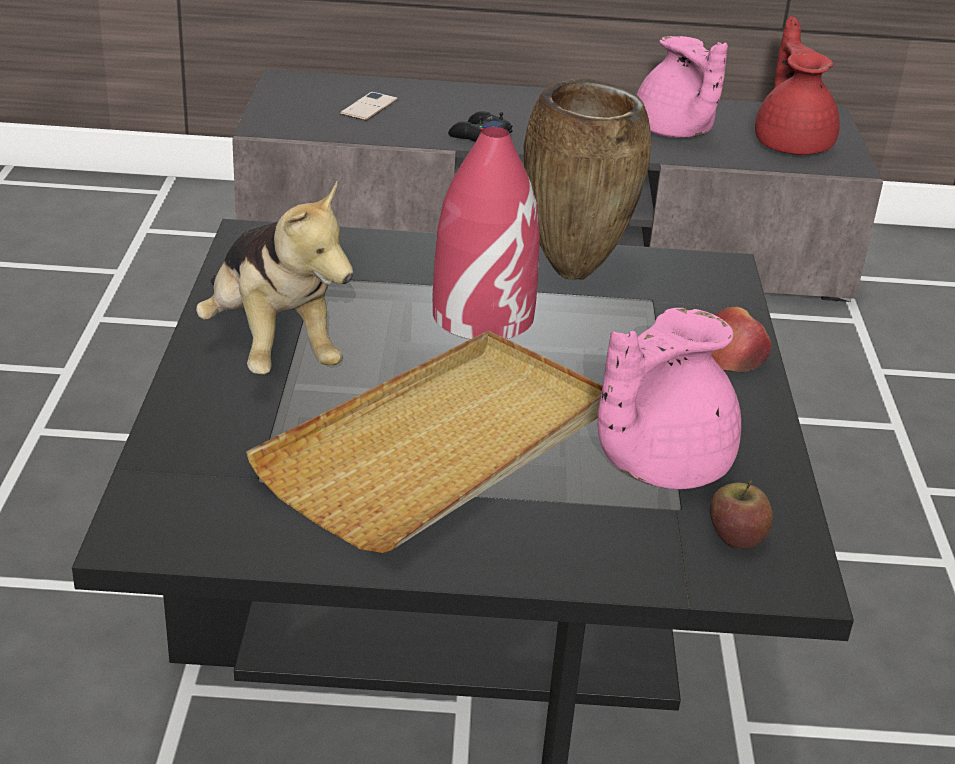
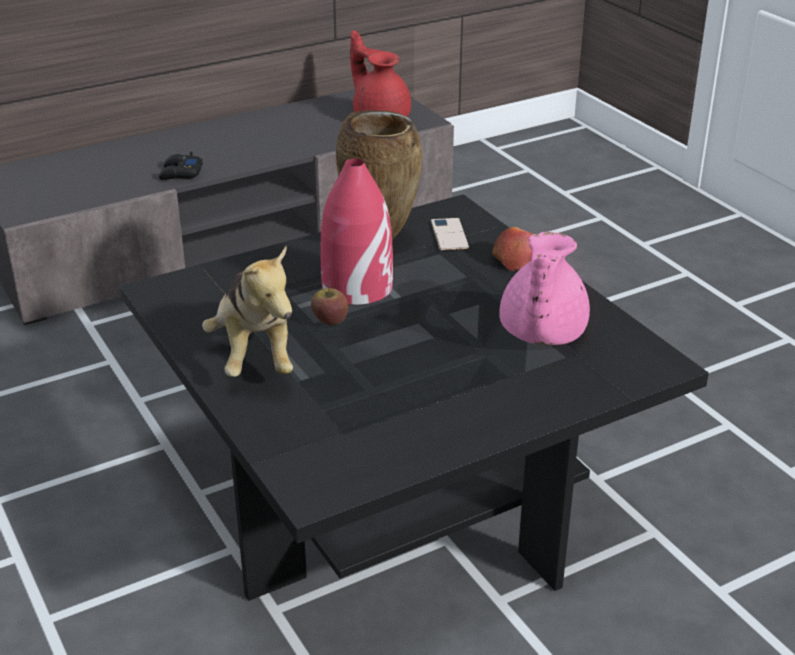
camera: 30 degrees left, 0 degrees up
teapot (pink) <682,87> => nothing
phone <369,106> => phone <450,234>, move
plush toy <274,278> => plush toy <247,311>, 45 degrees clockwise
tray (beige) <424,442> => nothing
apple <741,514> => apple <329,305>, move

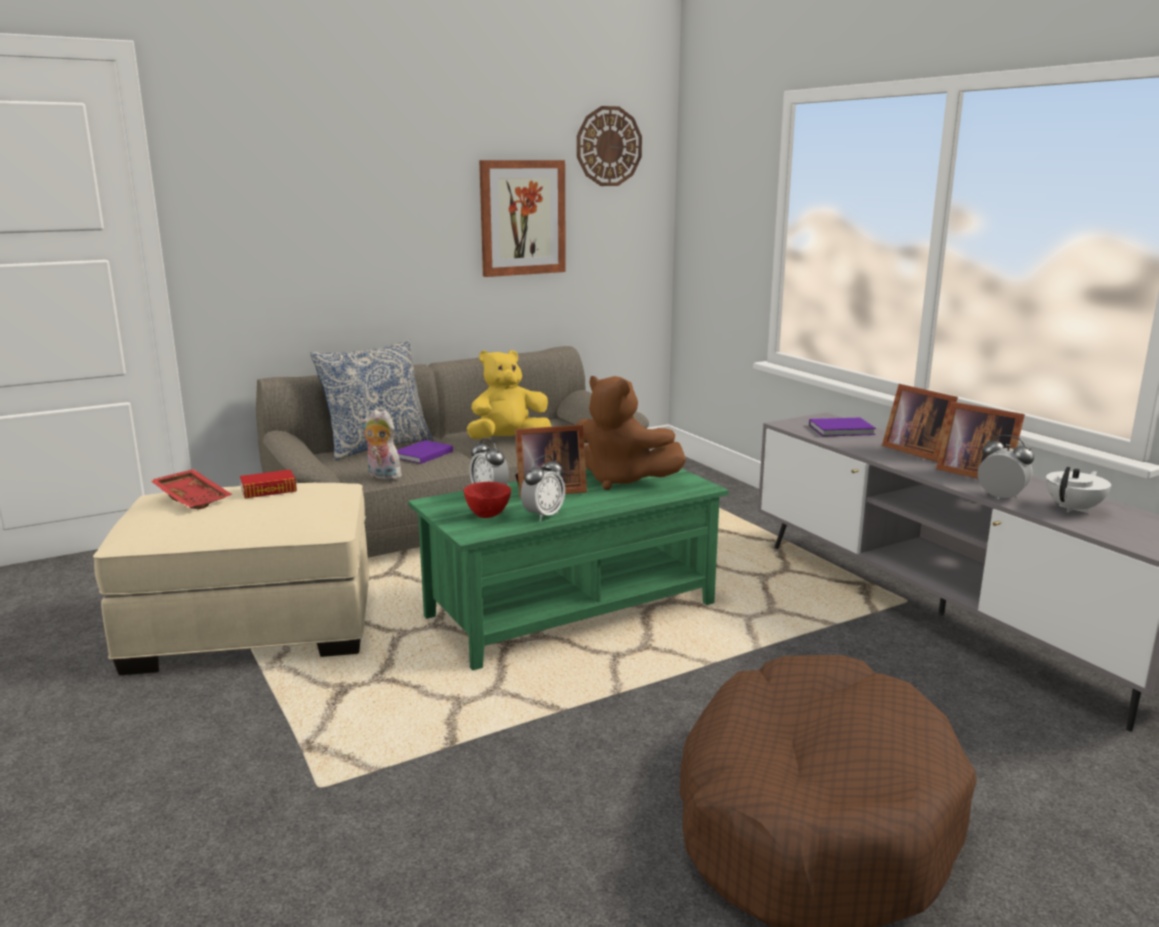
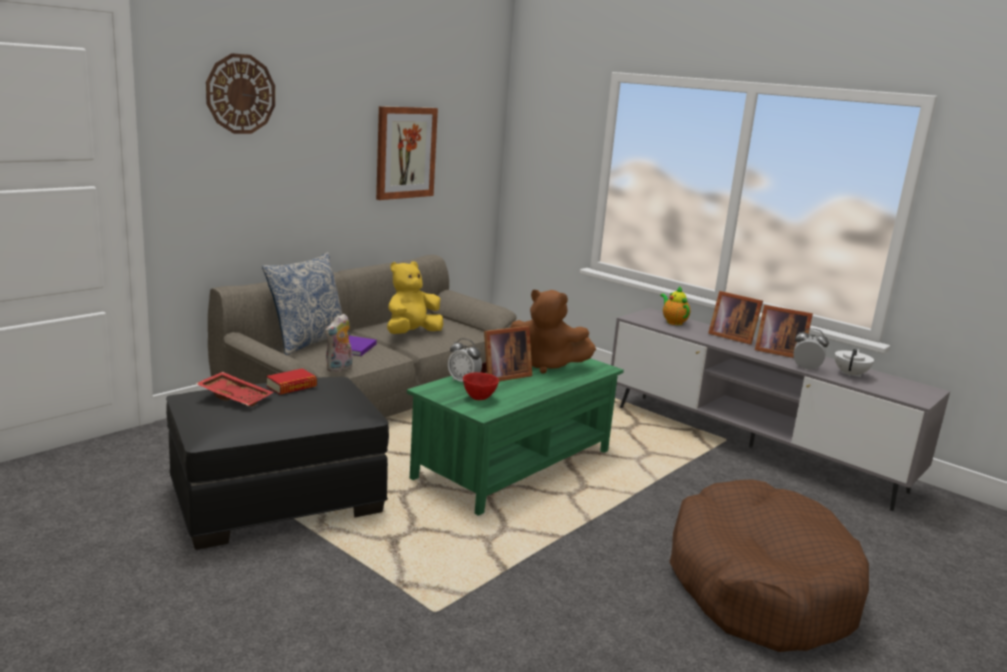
camera: 20 degrees left, 0 degrees up
wall clock <609,146> => wall clock <240,93>, move
plush toy <381,445> => plush toy <338,342>, 60 degrees counterclockwise
book (purple) <842,427> => teapot <675,306>
alarm clock <543,488> => nothing
ottoman (beige) <231,579> => ottoman (black) <277,463>

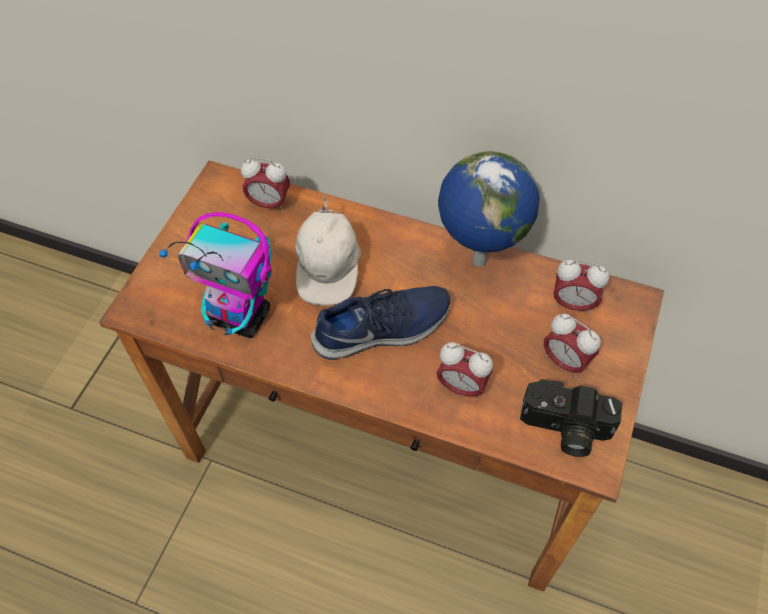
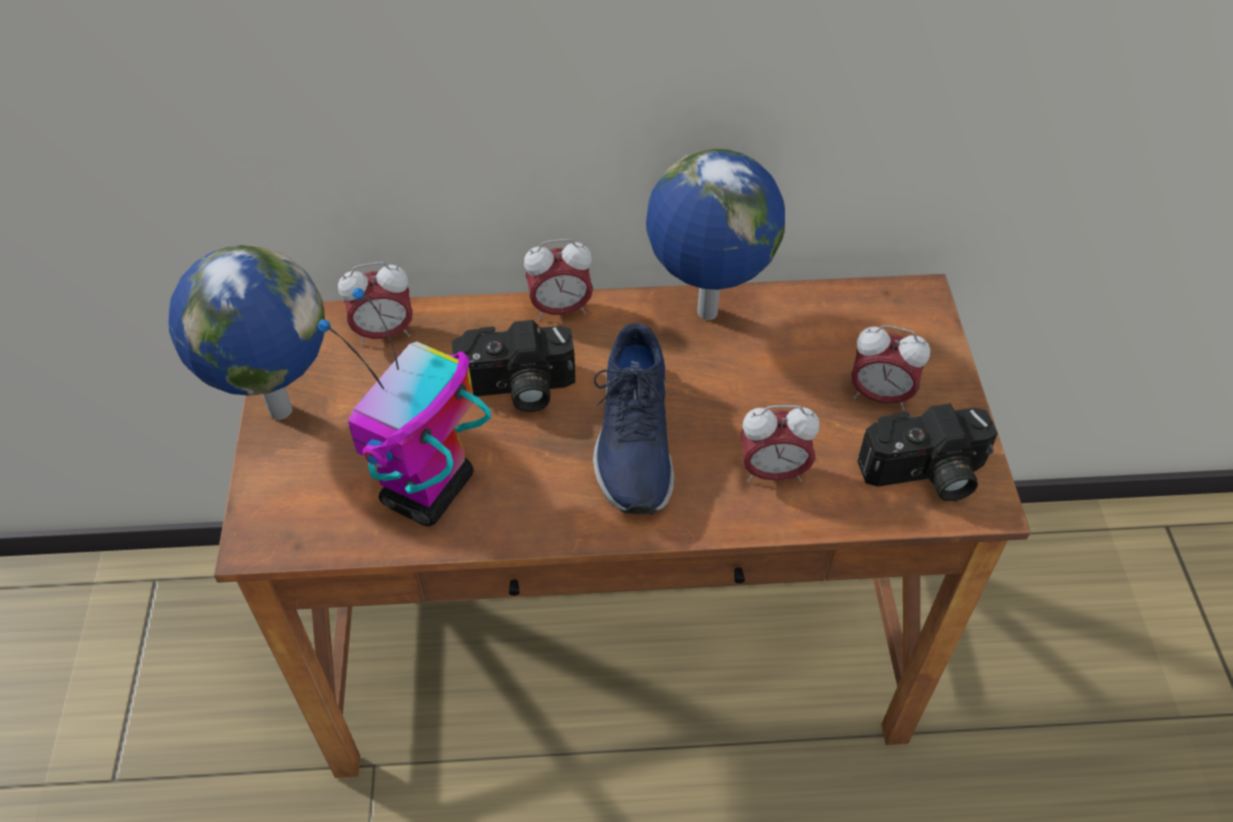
camera: 25 degrees left, 5 degrees down
cap (white) <328,251> => photo camera <514,366>
toy robot <215,275> => toy robot <404,407>, 120 degrees clockwise
alarm clock <581,287> => alarm clock <558,279>, move
shoe (blue) <380,323> => shoe (blue) <633,419>, 135 degrees clockwise
nothing => globe <247,332>

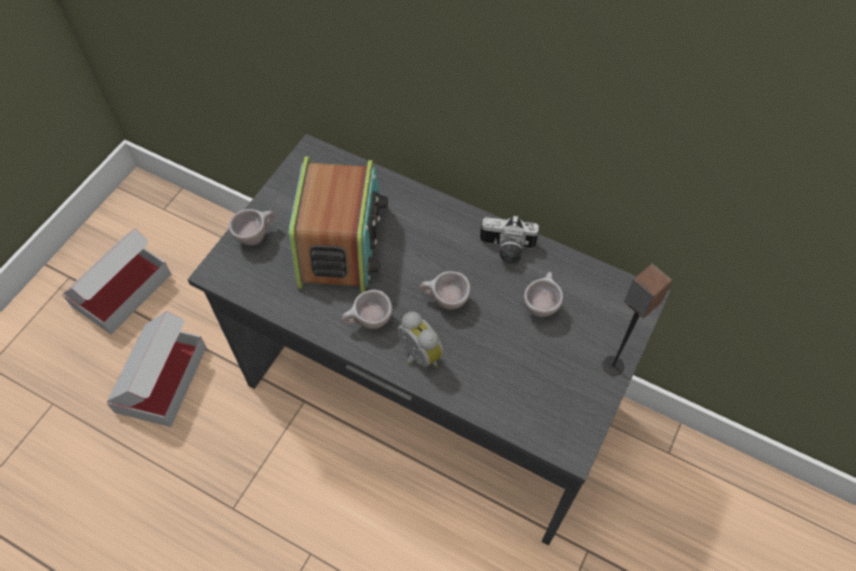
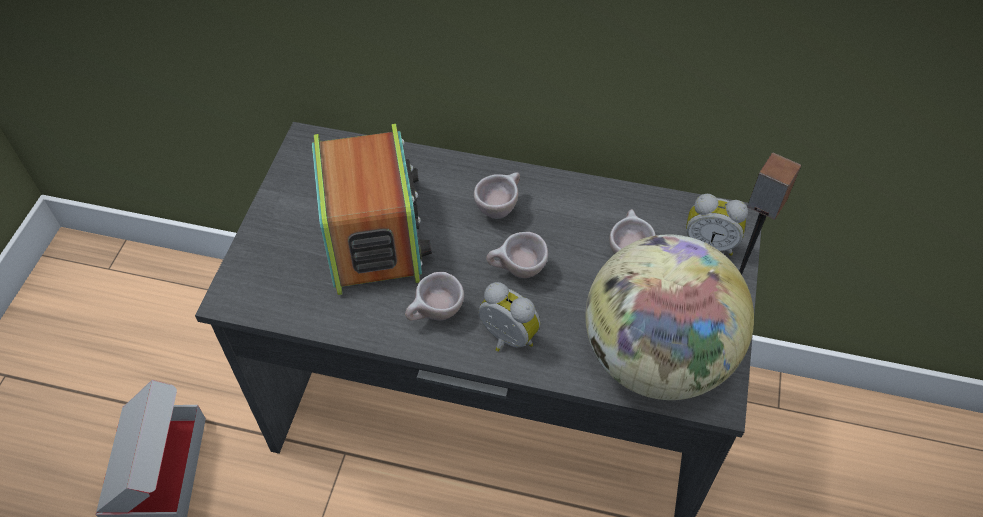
camera: 15 degrees left, 5 degrees down
cup (beige) <251,227> => cup (beige) <497,195>, move
photo camera <509,239> => nothing
cardboard box <116,281> => nothing
nothing => alarm clock <717,225>
nothing => globe <669,317>

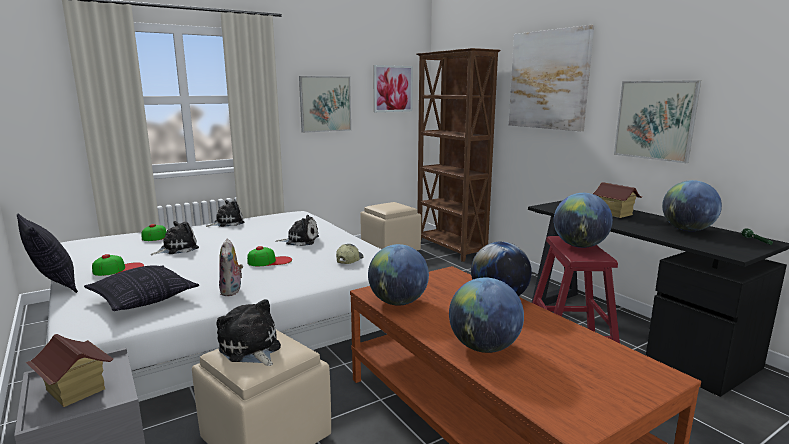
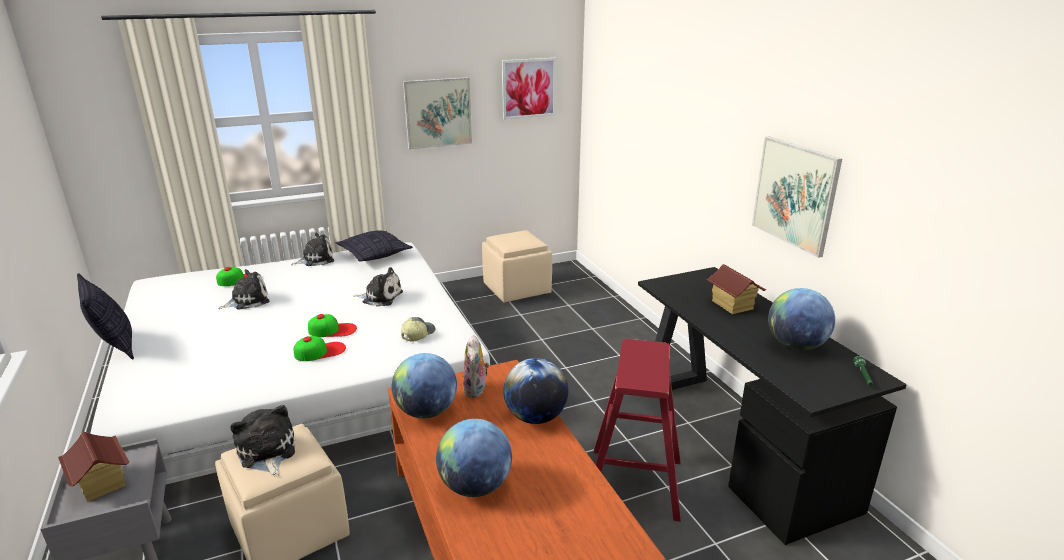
camera: 10 degrees right, 10 degrees up
picture <551,78> => nothing
bookcase (brown) <458,155> => nothing
globe <583,220> => nothing
plush toy <231,267> => plush toy <476,366>, move
cap <118,265> => cap <320,348>, move
pillow <141,288> => pillow <374,246>, move

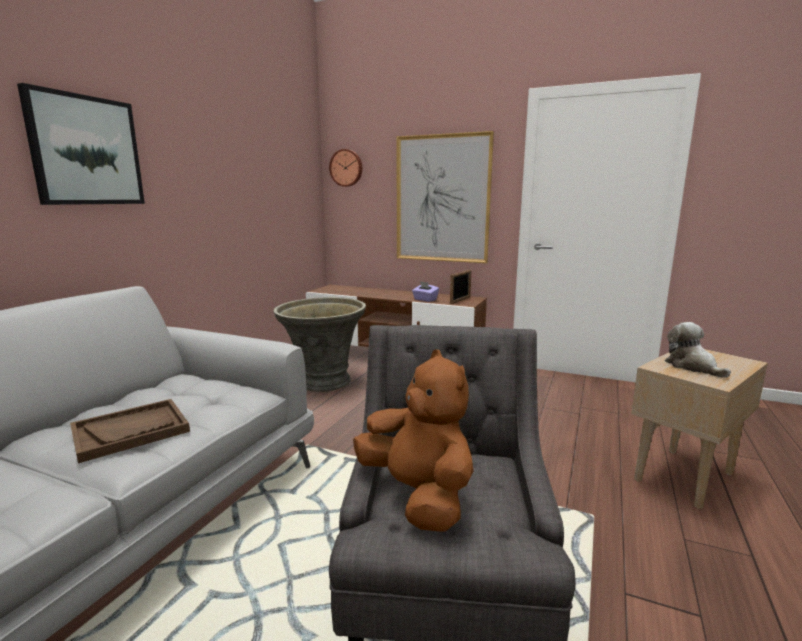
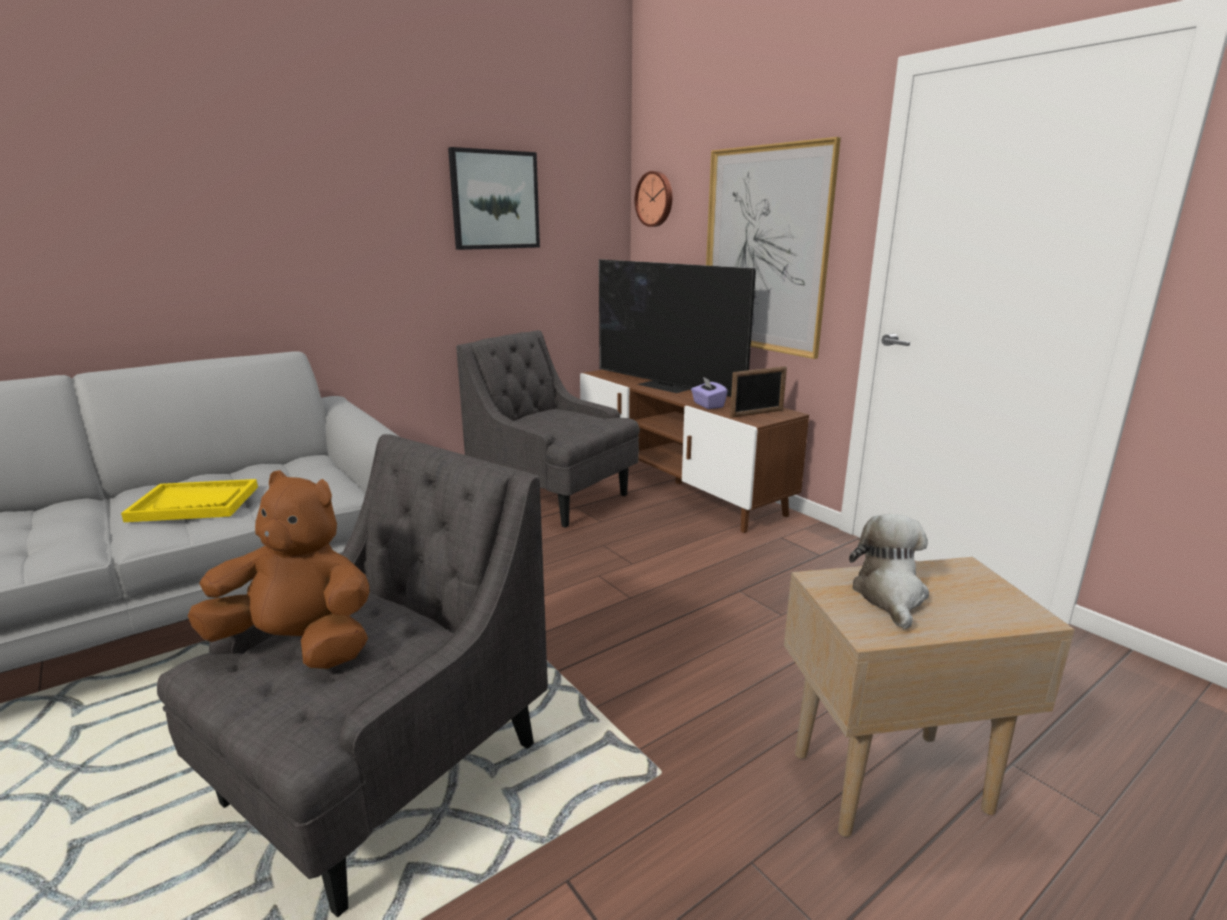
camera: 30 degrees right, 5 degrees up
picture <81,144> => picture <494,198>, move
planter (grey) <320,344> => armchair (grey) <548,429>
plush toy (brown) <413,441> => plush toy (brown) <278,569>, 75 degrees counterclockwise
tray (brown) <130,431> => tray (yellow) <189,500>
nothing => television <677,328>

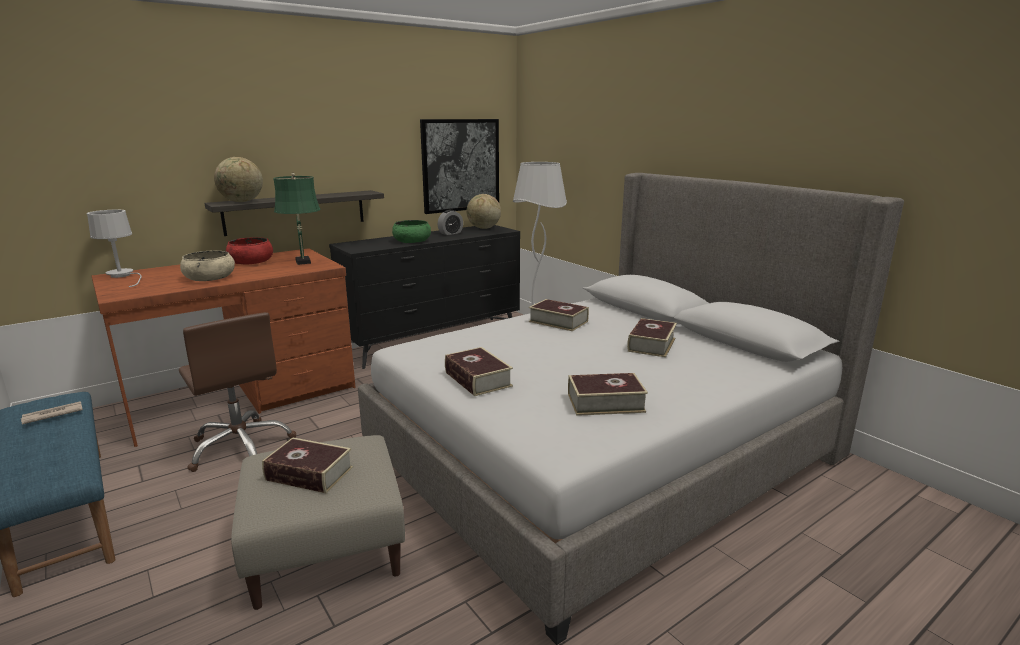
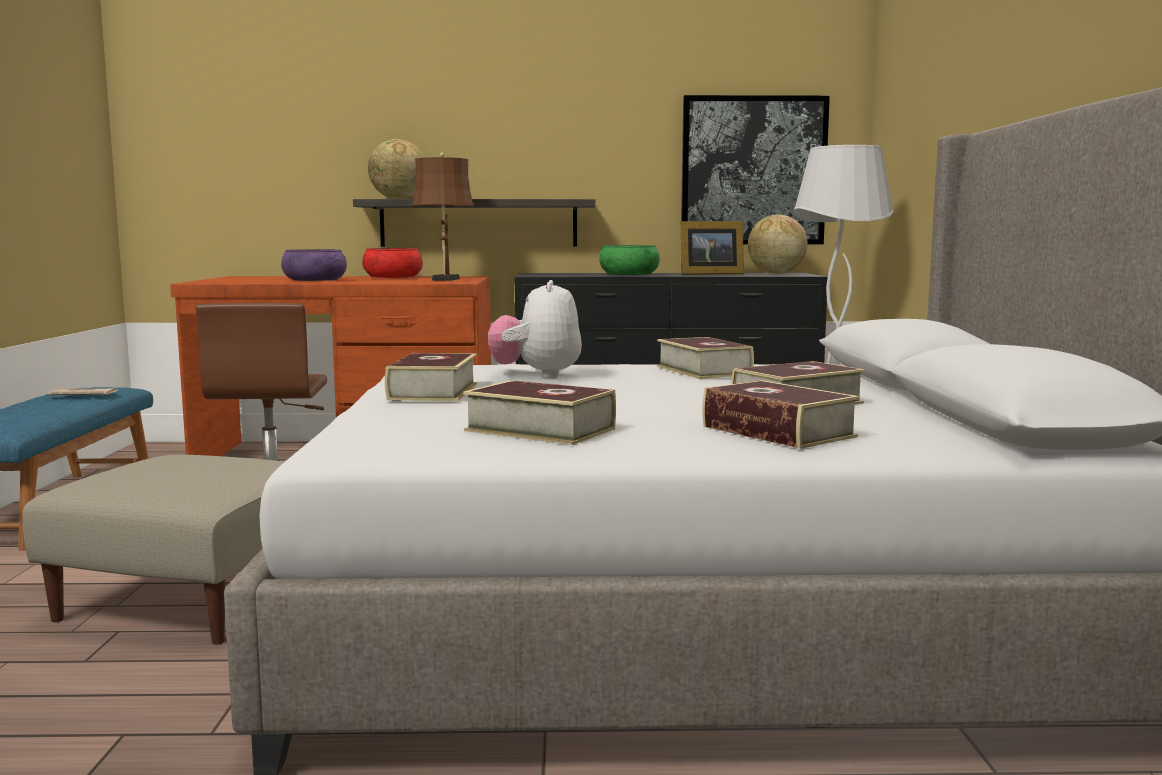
camera: 35 degrees right, 10 degrees down
table lamp (green) <296,219> => table lamp (brown) <443,217>
table lamp (white) <114,248> => nothing
alarm clock <450,222> => picture frame <712,248>
bowl (beige) <207,265> => bowl (purple) <314,265>
book <307,465> => book <781,414>, move
nothing => plush toy <535,329>

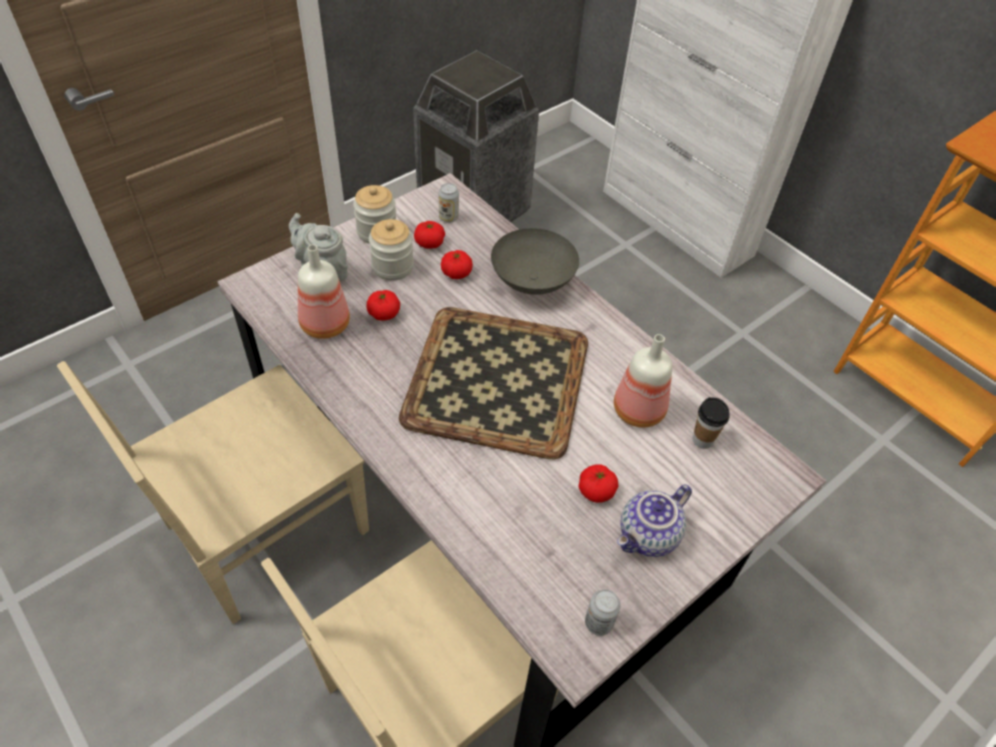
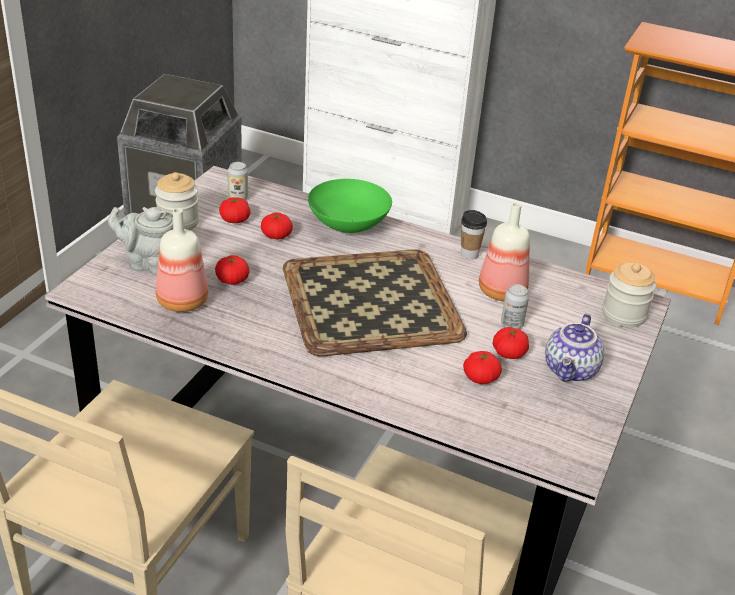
camera: 25 degrees left, 15 degrees down
jar <391,250> => jar <629,295>, move
bowl (grey) <535,261> => bowl (green) <350,206>
cup <711,423> => cup <474,235>, move
can <602,612> => can <515,306>, move
nothing => tomato <482,367>

